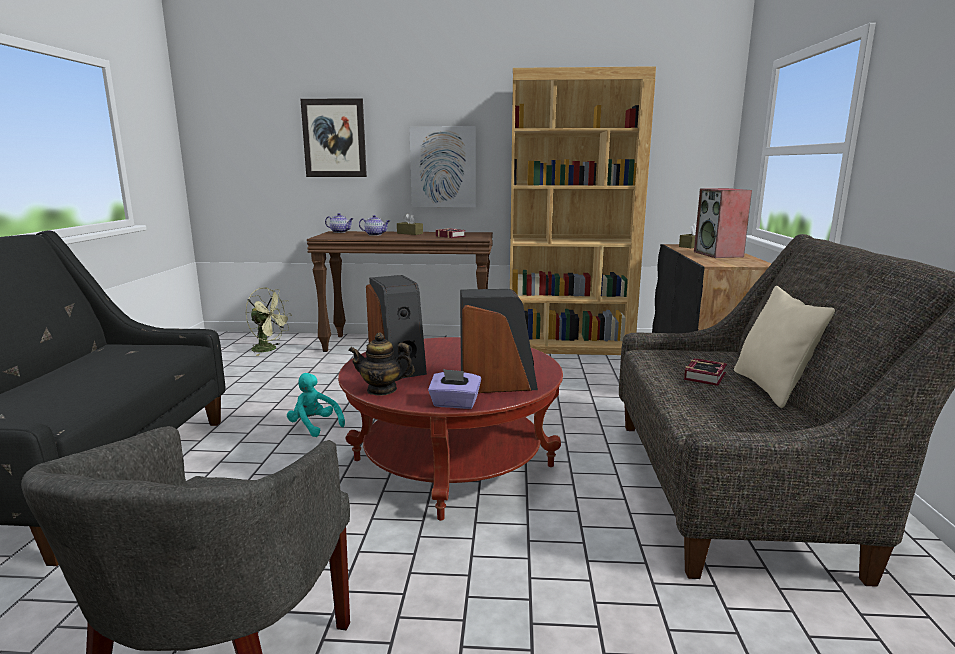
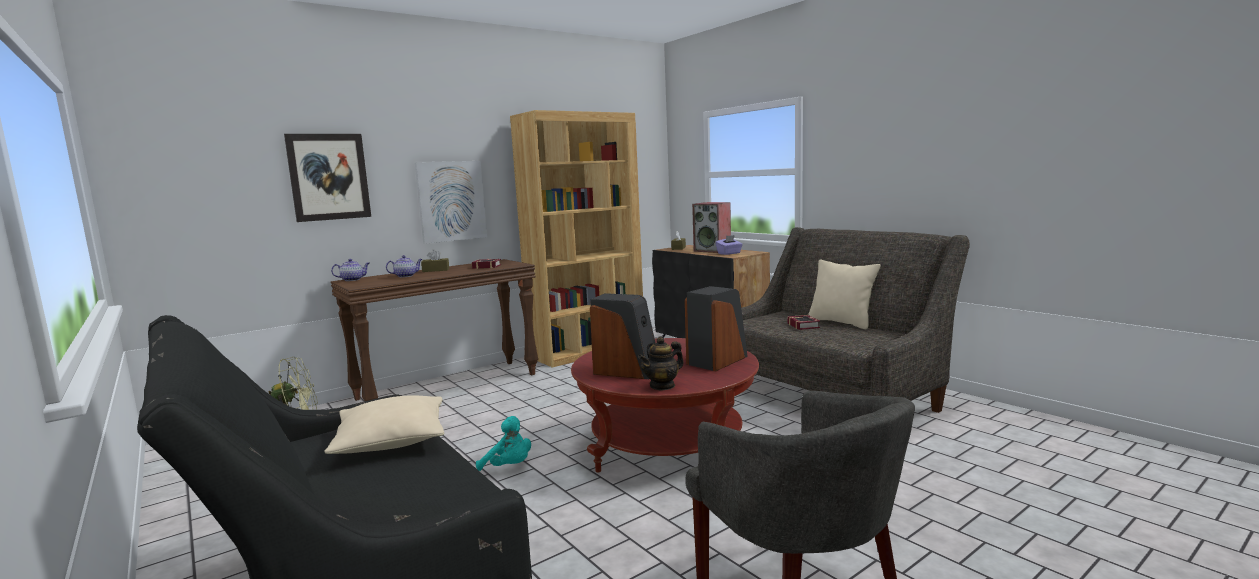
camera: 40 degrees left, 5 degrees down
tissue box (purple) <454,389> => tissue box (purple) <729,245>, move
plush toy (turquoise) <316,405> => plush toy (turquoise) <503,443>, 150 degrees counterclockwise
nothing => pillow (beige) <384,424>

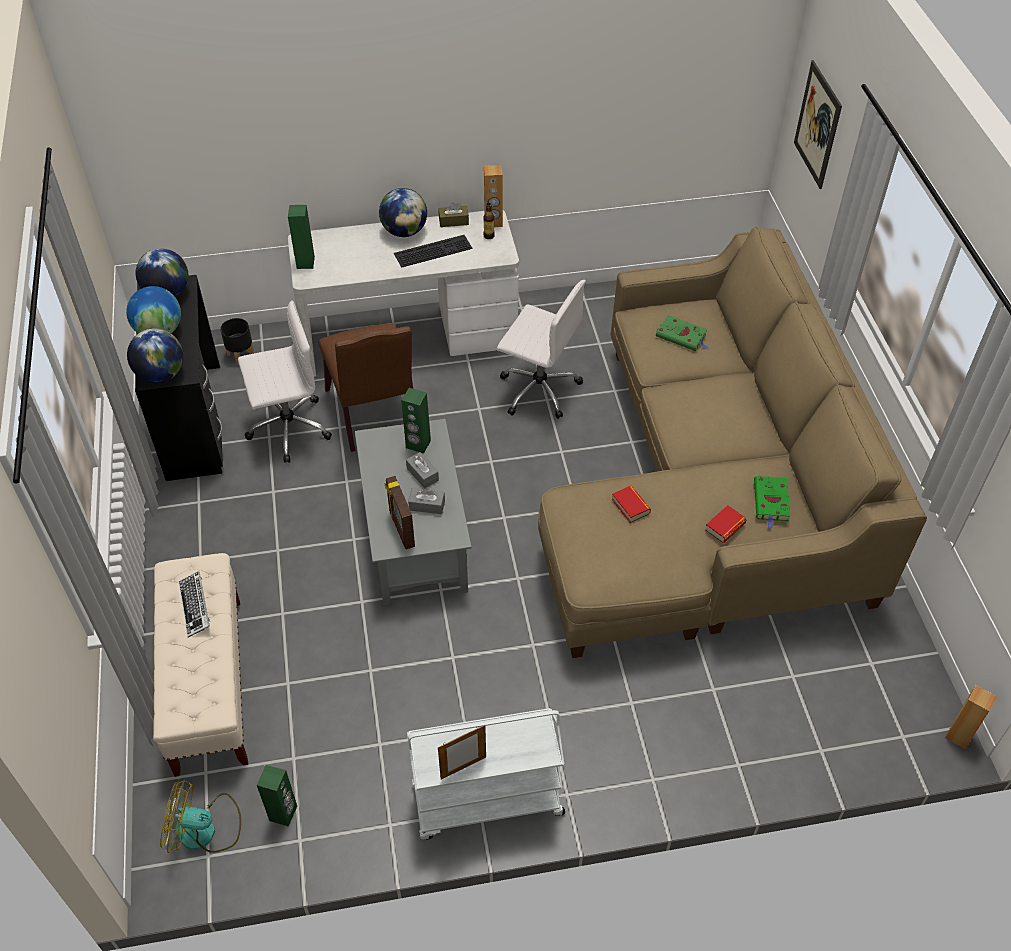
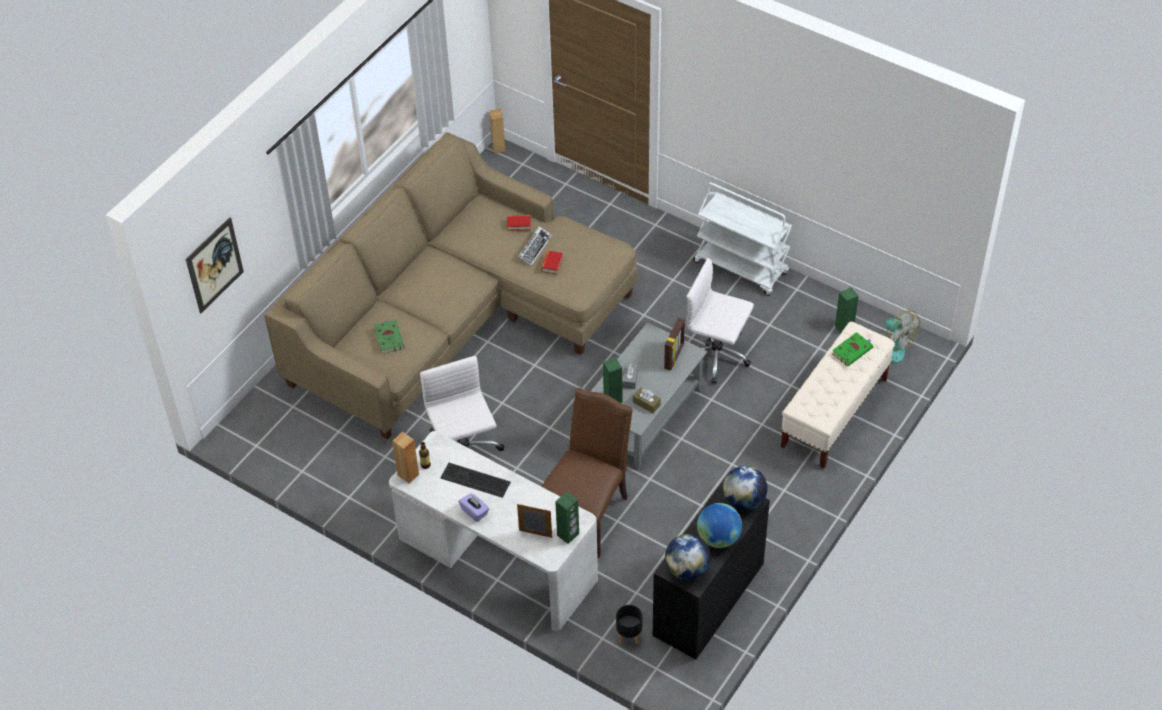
camera: 135 degrees left, 0 degrees up
globe <403,212> => tissue box (purple) <473,507>
tissue box (brown) <453,214> => tissue box (brown) <647,400>, move
office chair (white) <285,381> => office chair (white) <720,321>, move
book (green) <772,502> => book (green) <852,349>, move
tissue box (grey) <426,501> => nothing
keyboard <194,604> => keyboard <535,246>, move
picture frame <462,752> => picture frame <534,521>, move

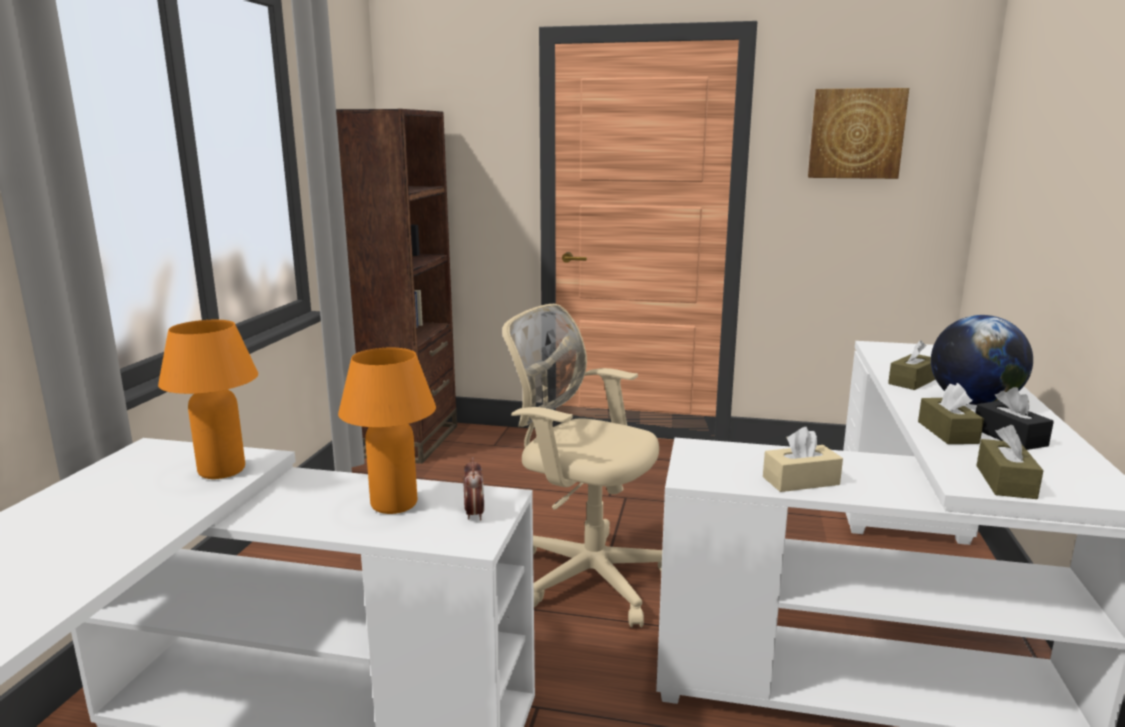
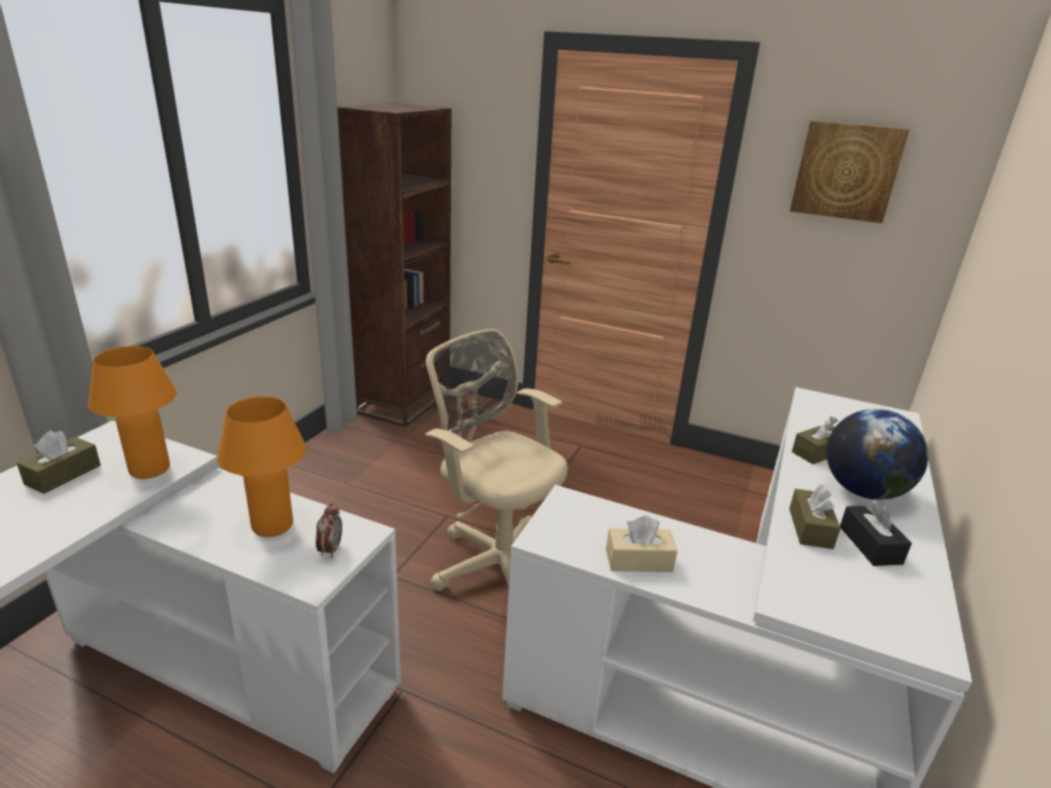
camera: 10 degrees right, 10 degrees up
tissue box (brown) <1010,462> => tissue box (brown) <59,462>, move

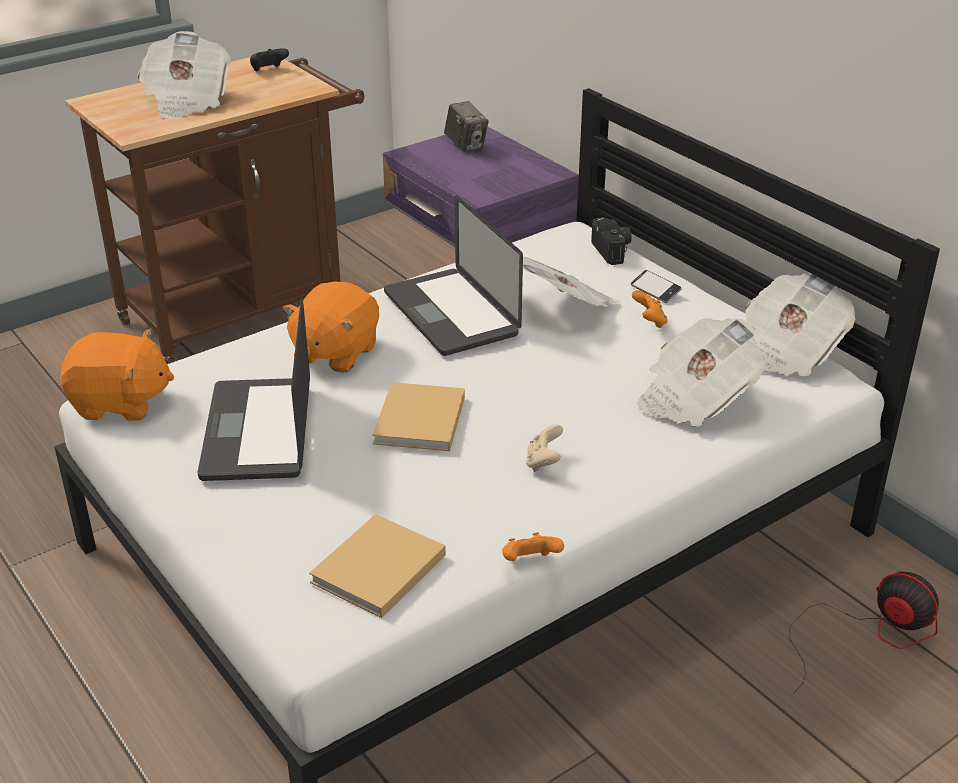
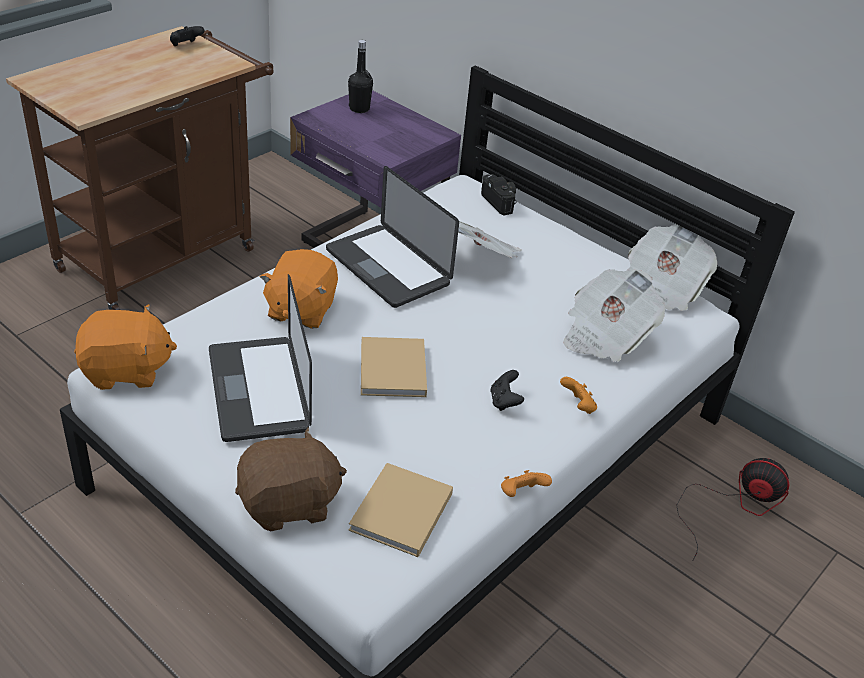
camera: 15 degrees left, 5 degrees up
newspaper <184,75> => nothing
photo camera <466,126> => bottle (black) <360,76>
phone <656,286> => nothing
game controller (orange) <650,309> => game controller (orange) <578,395>, move
game controller (beige) <544,448> => game controller (black) <507,390>
nothing => plush toy (brown) <291,479>

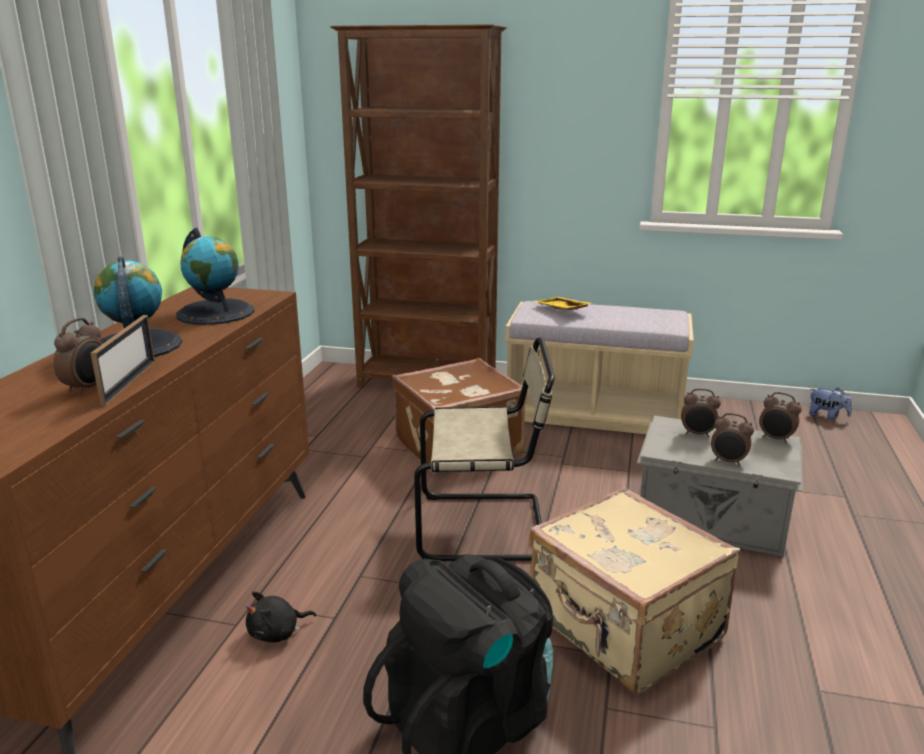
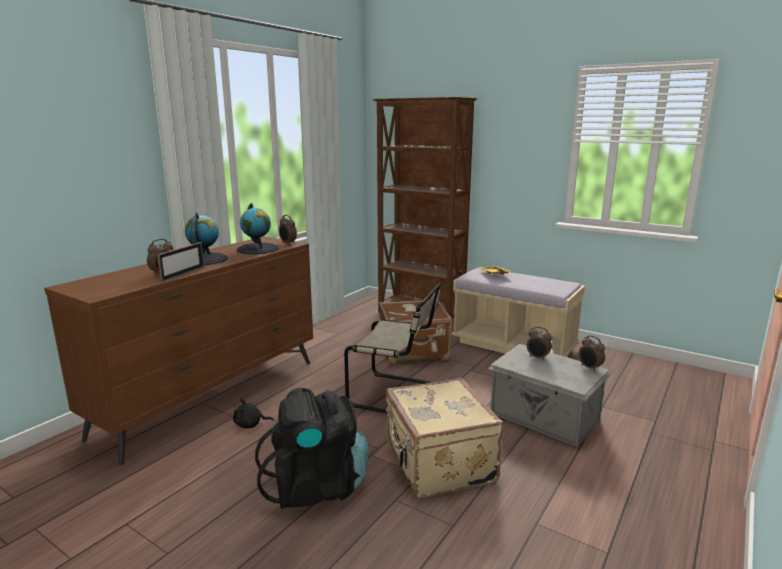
camera: 20 degrees right, 5 degrees down
plush toy <830,404> => nothing
alarm clock <732,439> => alarm clock <288,230>, move

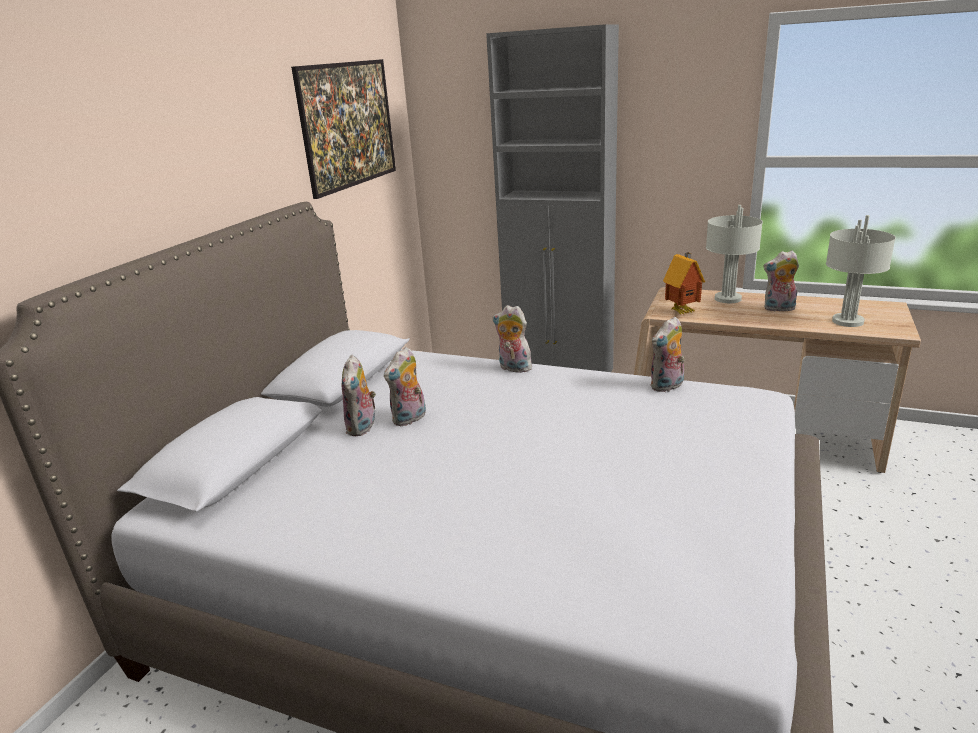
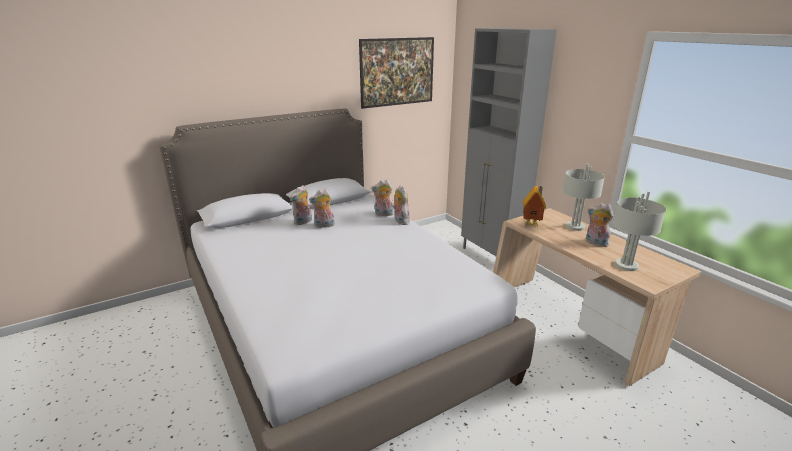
camera: 35 degrees right, 0 degrees up
plush toy <667,354> => plush toy <382,198>, move

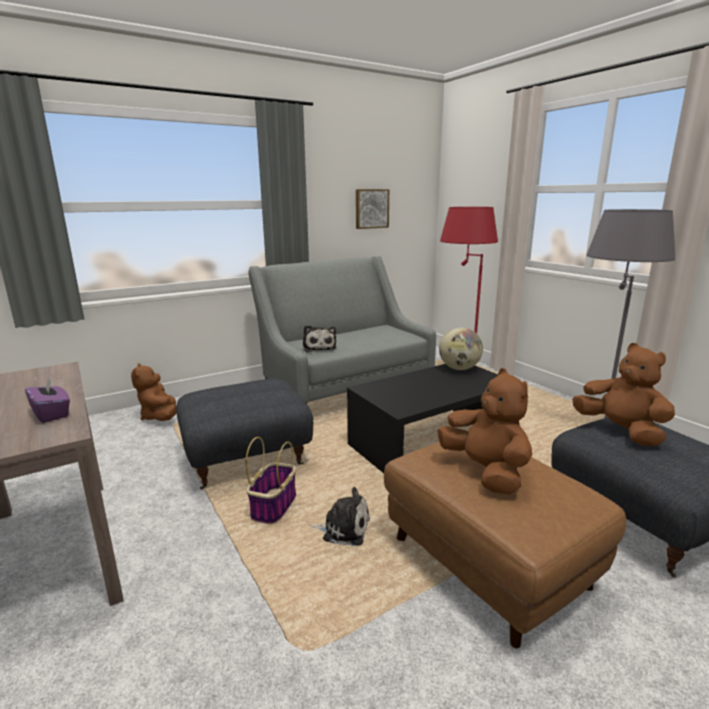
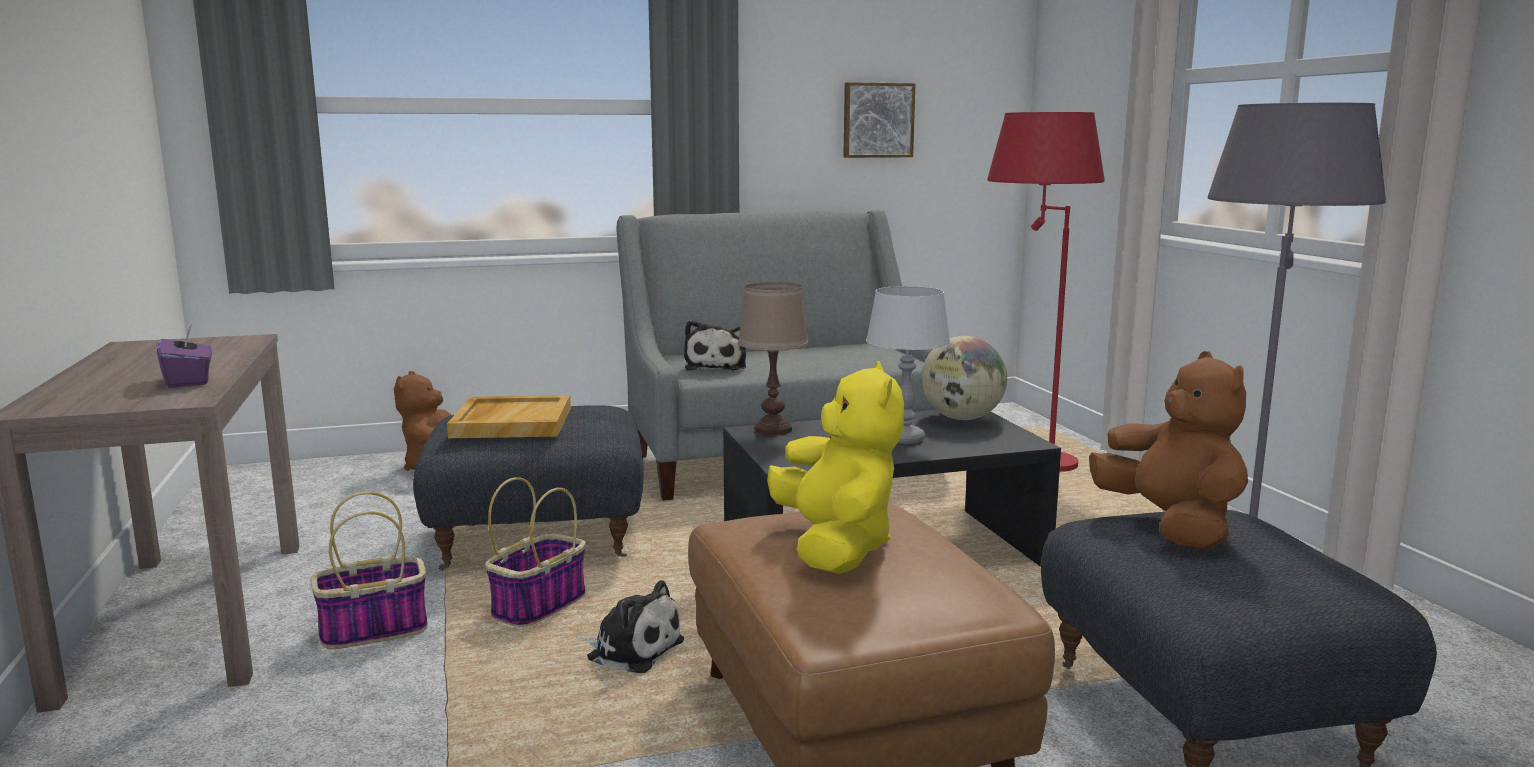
camera: 15 degrees right, 5 degrees down
plush toy (brown) <484,431> => plush toy (yellow) <835,467>
nothing => table lamp (brown) <773,358>
nothing => table lamp (grey) <908,365>
nothing => tray (beige) <509,416>
nothing => basket <369,570>

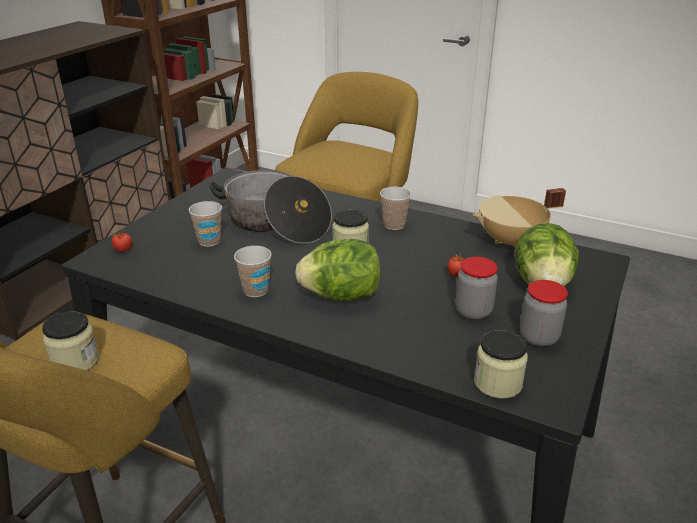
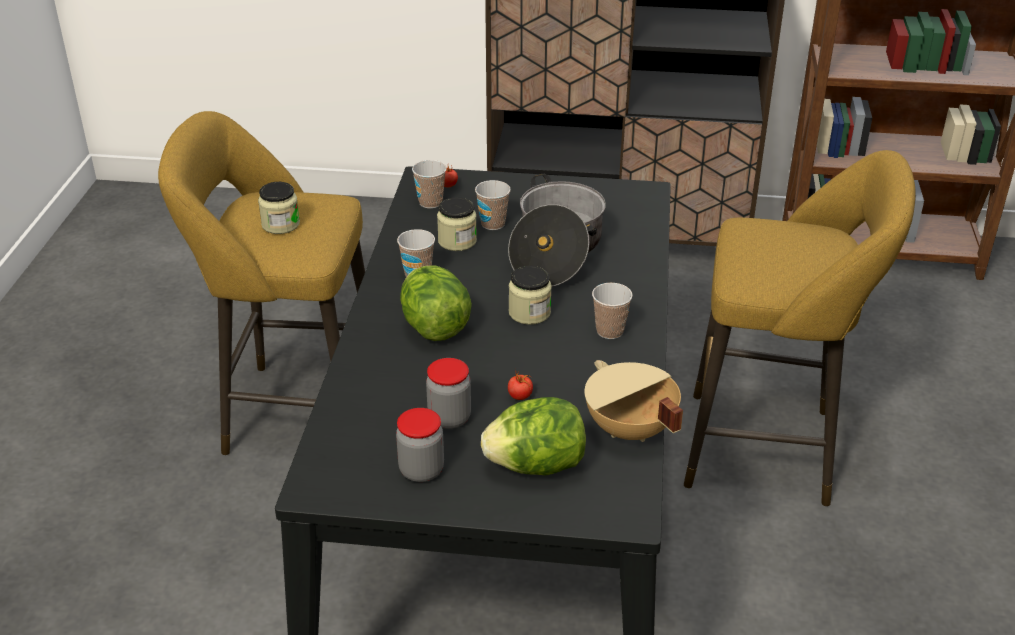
camera: 70 degrees right, 5 degrees up
jar <501,364> => jar <457,224>, move
nothing => cup <429,184>

